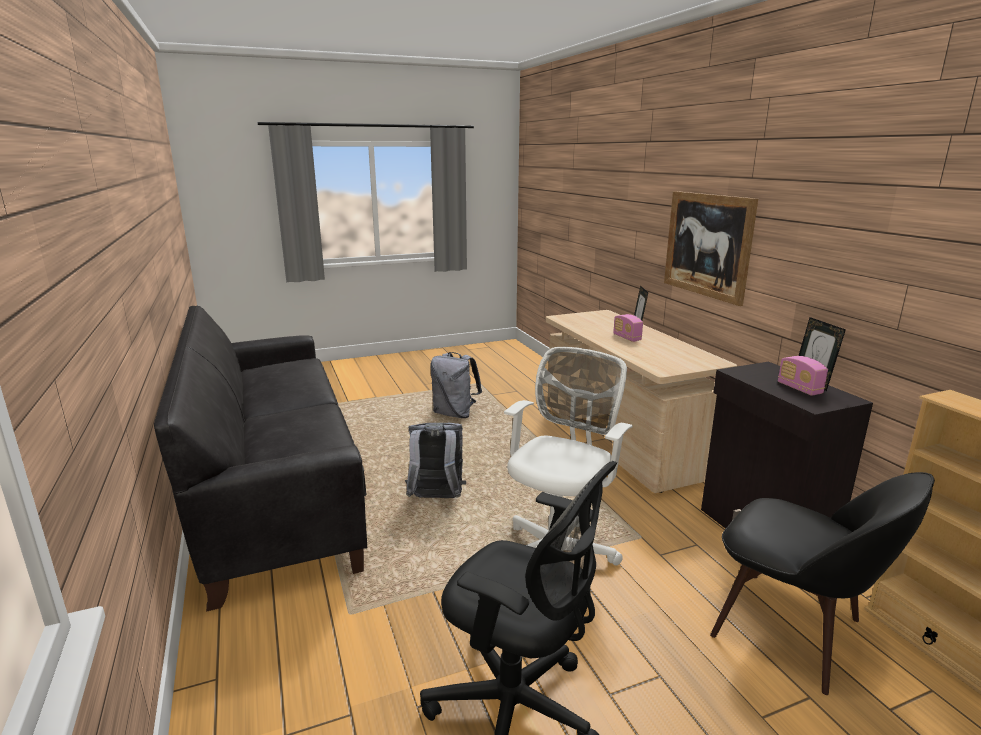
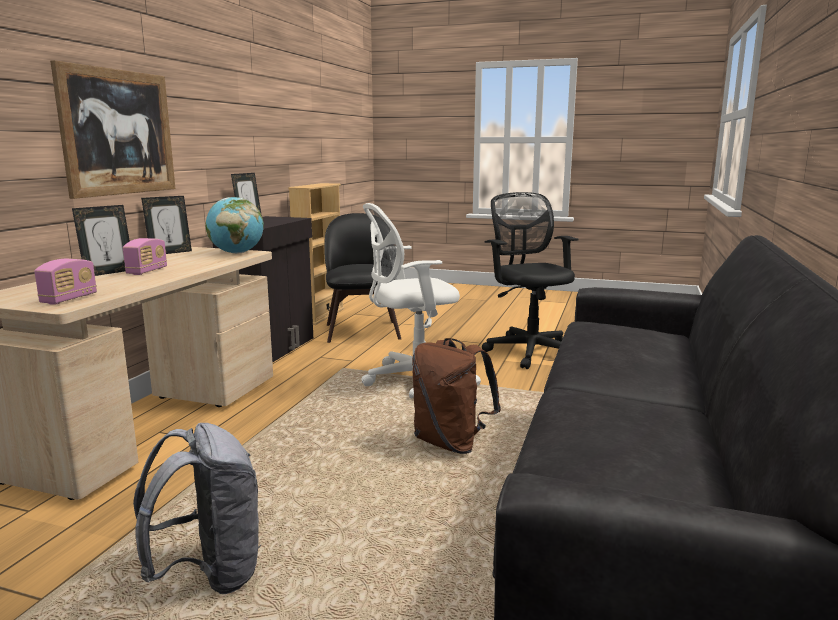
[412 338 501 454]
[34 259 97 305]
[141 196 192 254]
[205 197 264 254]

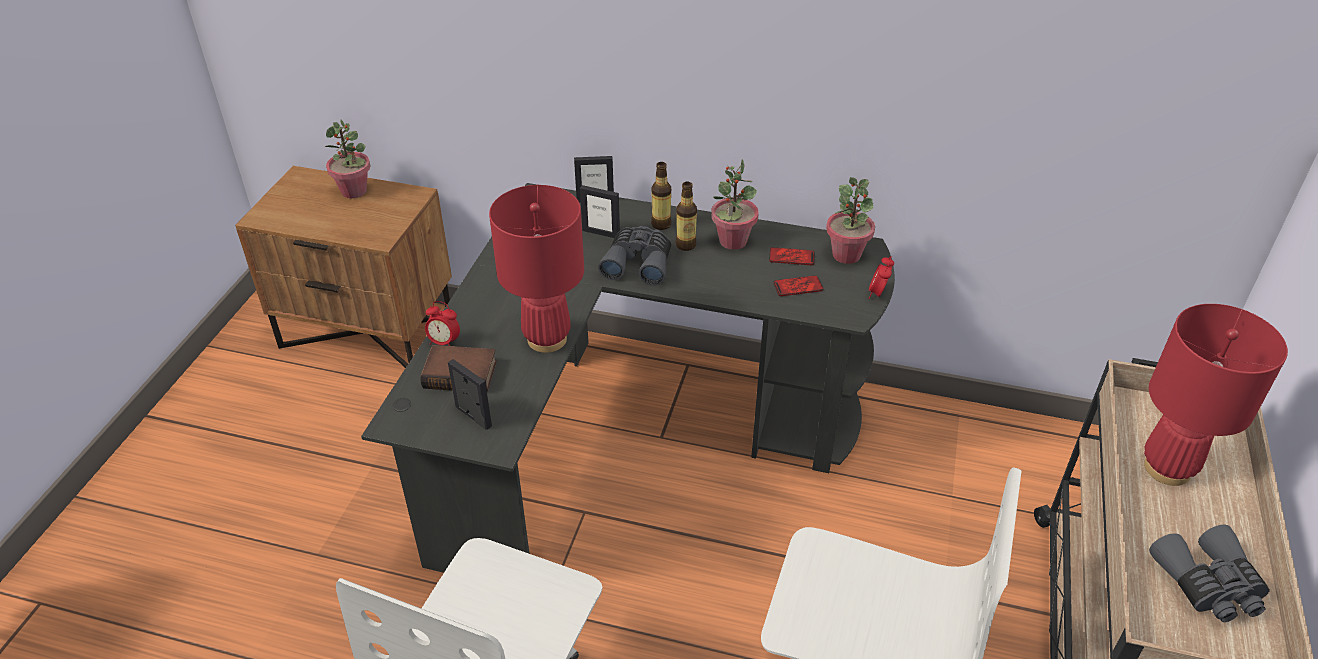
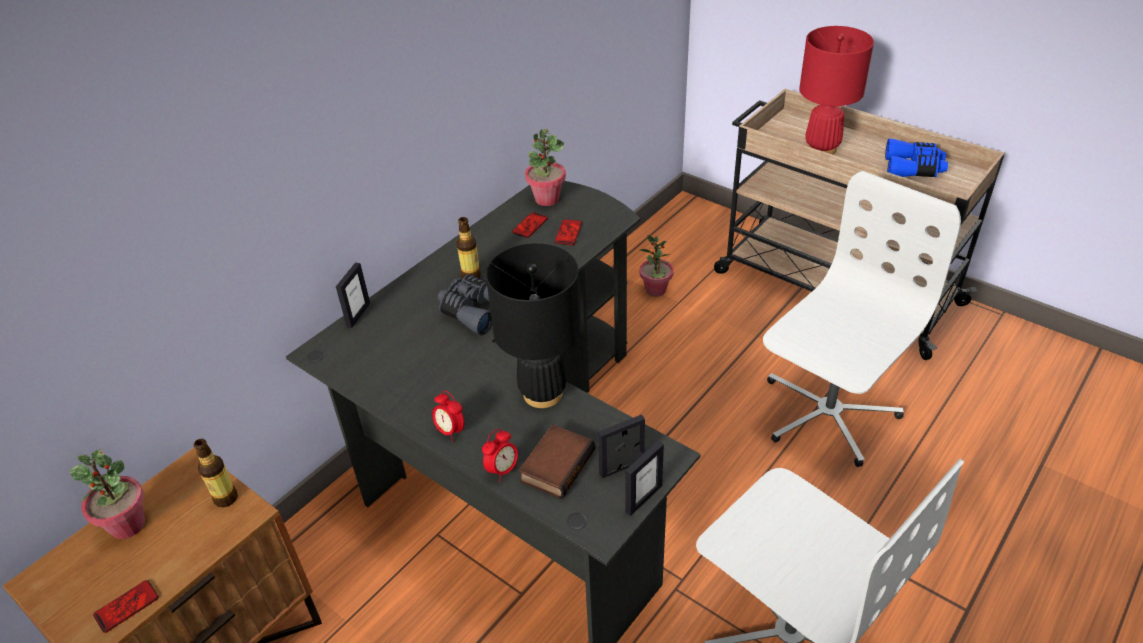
[486 243 581 408]
[625 441 664 516]
[193 439 238 507]
[639 235 674 297]
[432 391 464 441]
[885 139 948 177]
[93 580 159 633]

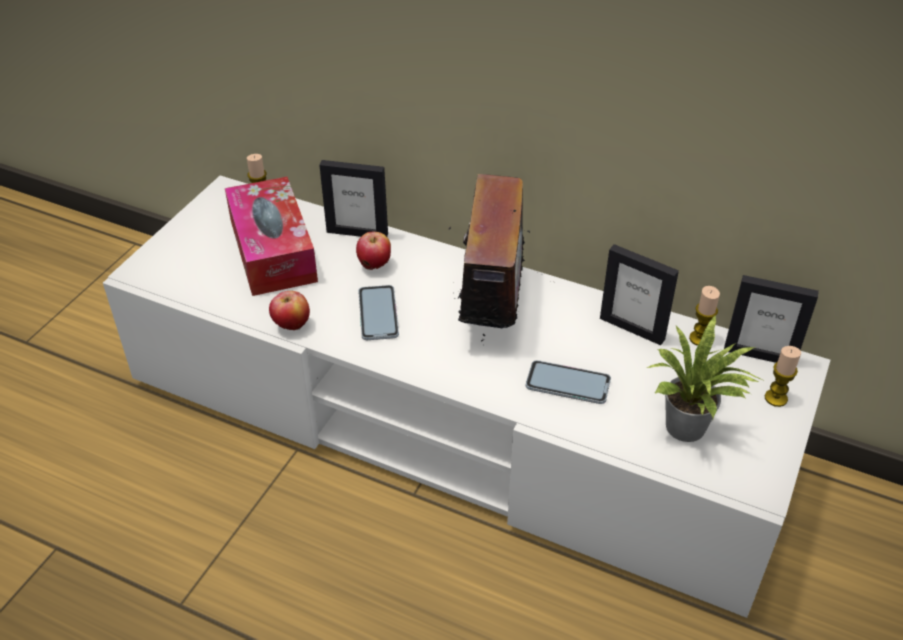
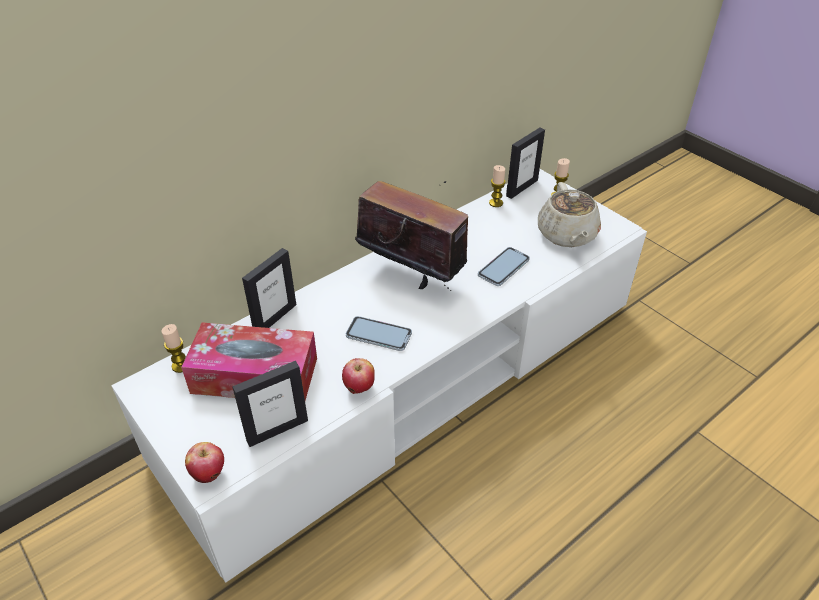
[185 442 224 483]
[232 361 308 447]
[538 182 601 247]

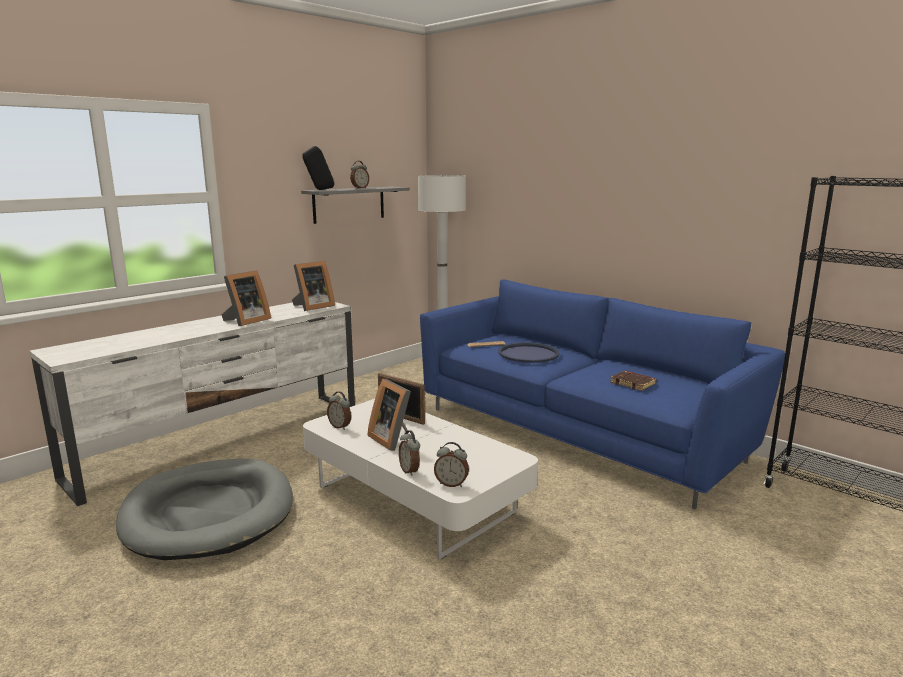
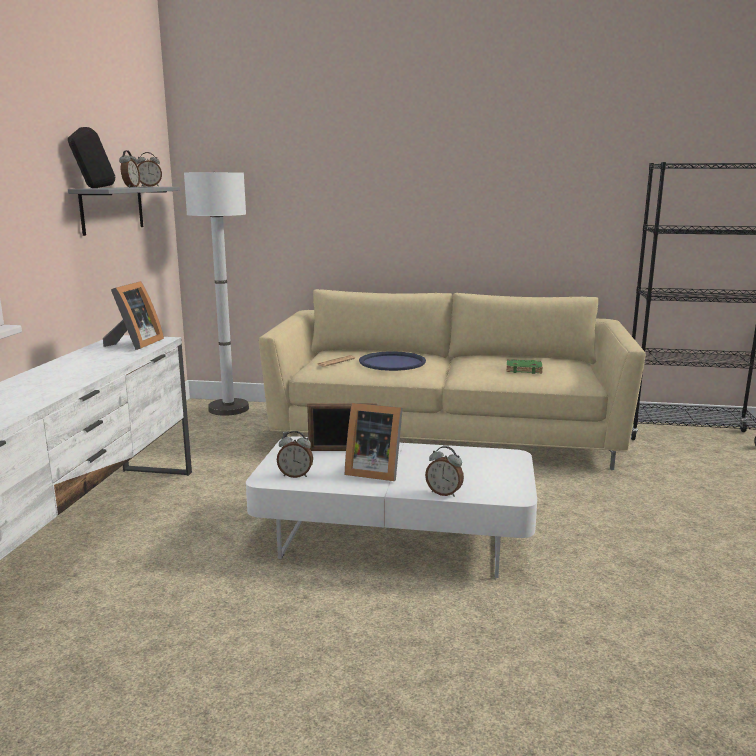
[116 459 293 560] (first image)
[221 270 271 326] (first image)
[259 289 645 470]
[137 152 162 187]
[506 359 543 374]

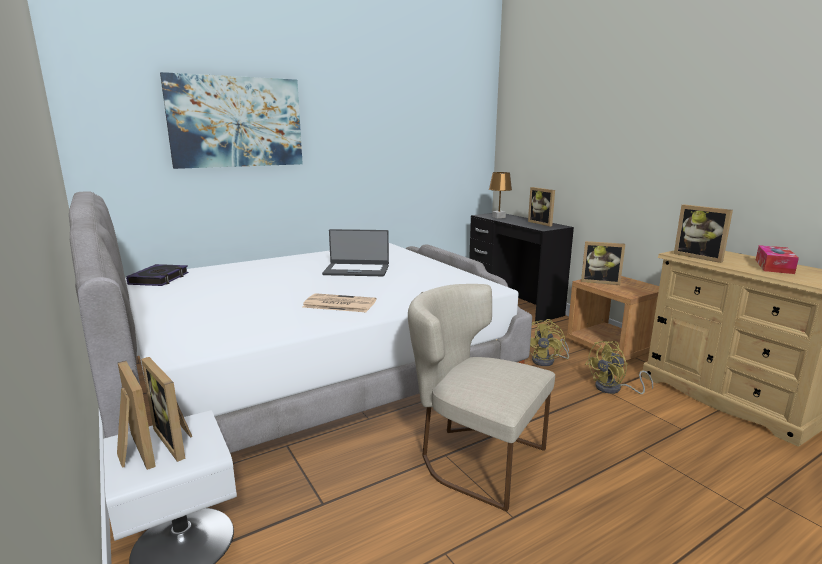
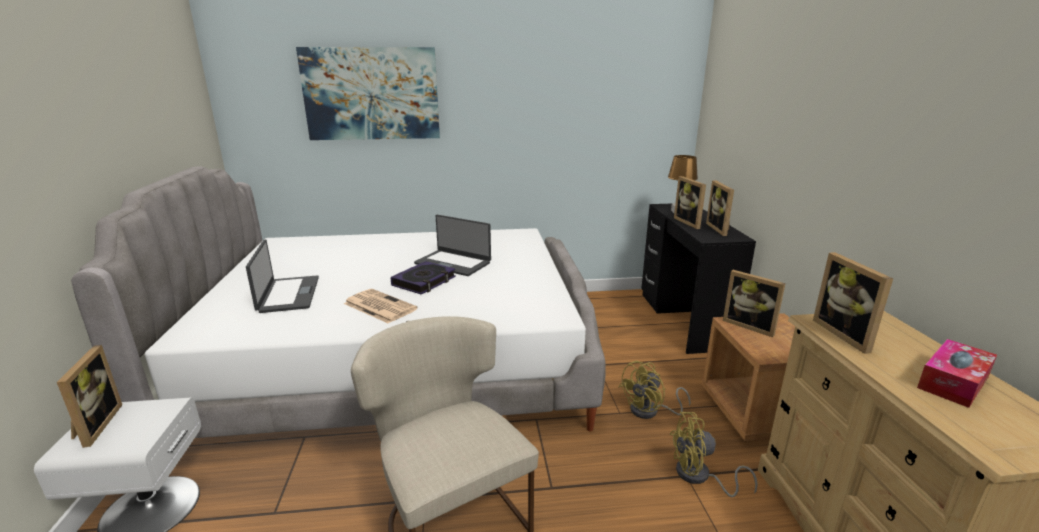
[391 261 456 295]
[674 176 706 229]
[246 240 319 313]

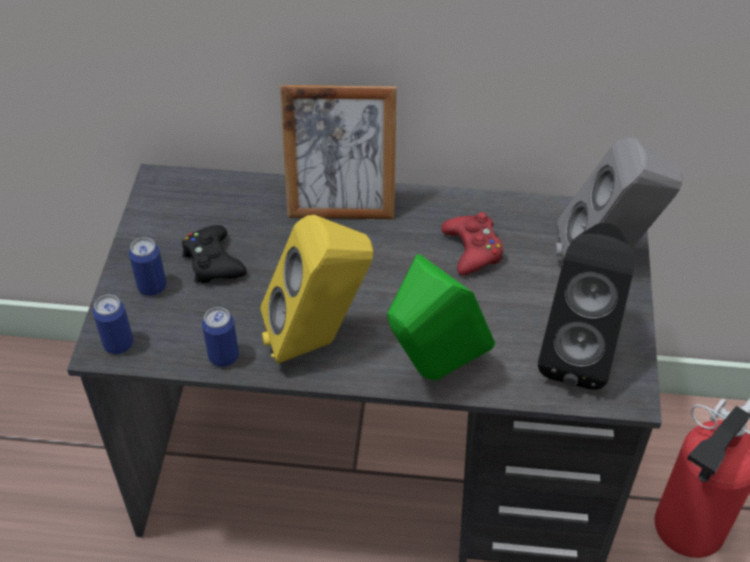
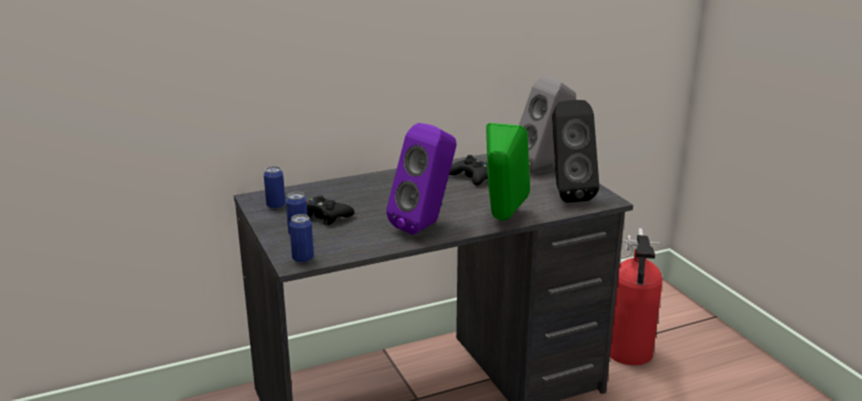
[264 166 286 209]
[386 123 457 235]
[280 85 397 219] (first image)
[449 155 488 186]

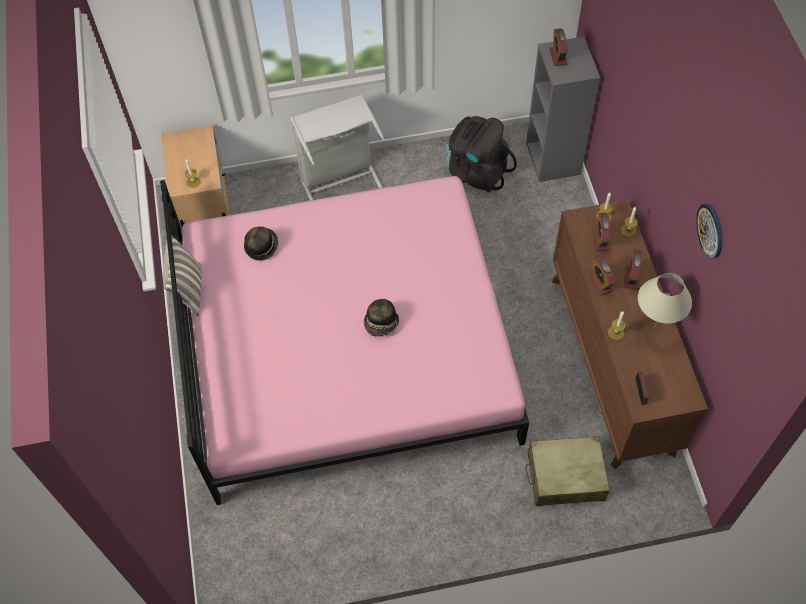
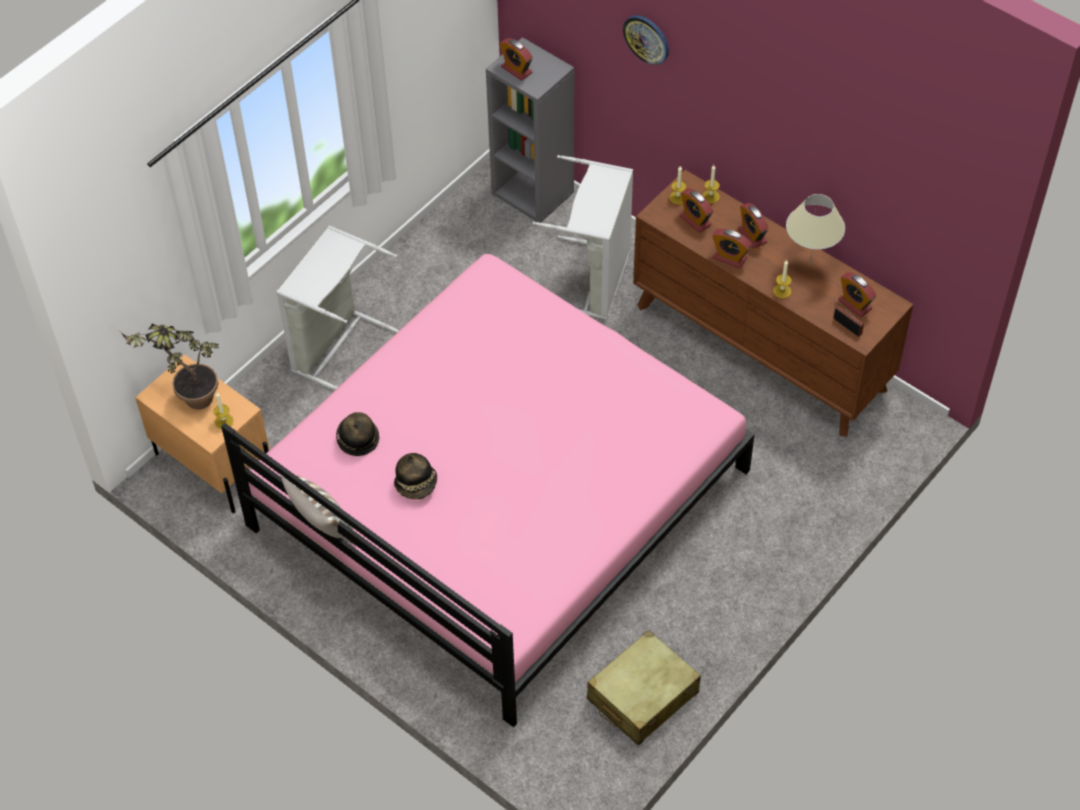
[394 453 437 500]
[445 116 517 192] (first image)
[587 630 701 746]
[623 15 669 65]
[120 323 219 410]
[532 155 633 320]
[838 272 876 317]

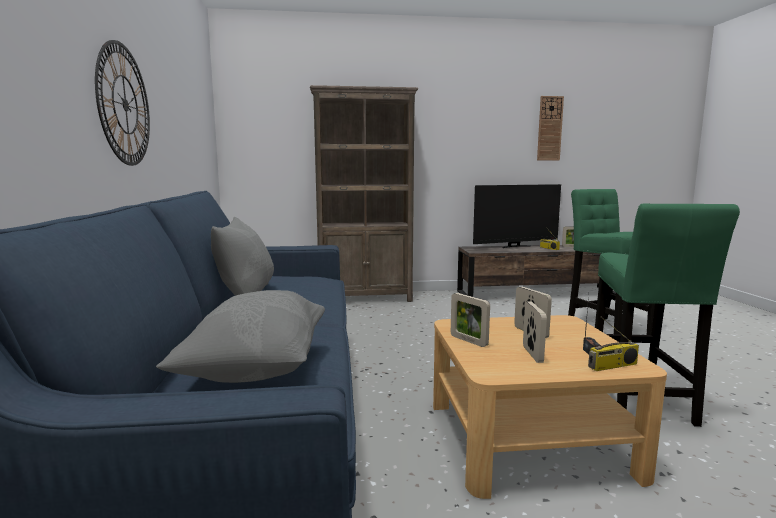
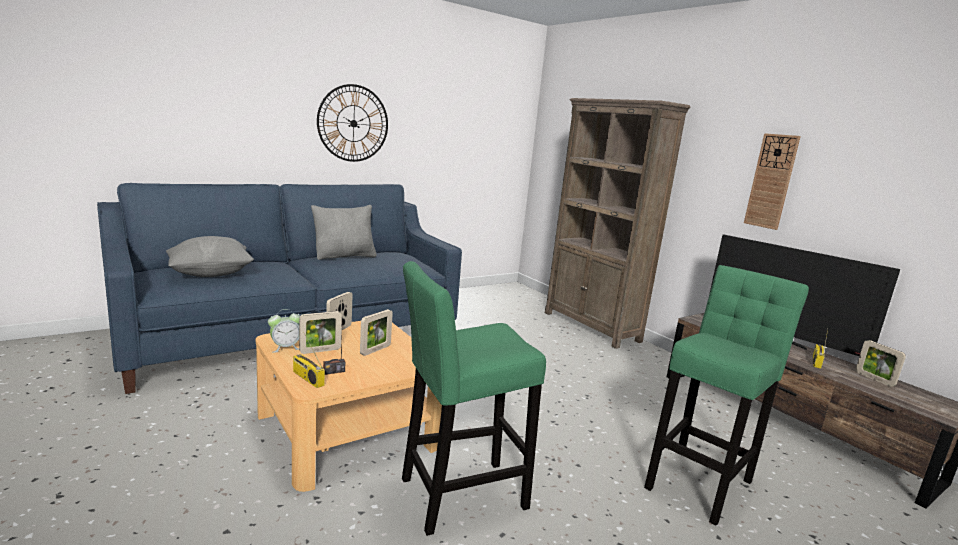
[744 133 801 230]
[268 309 300 353]

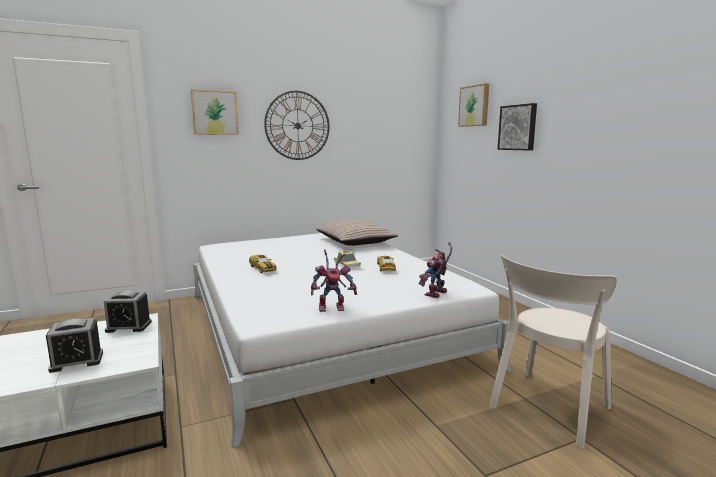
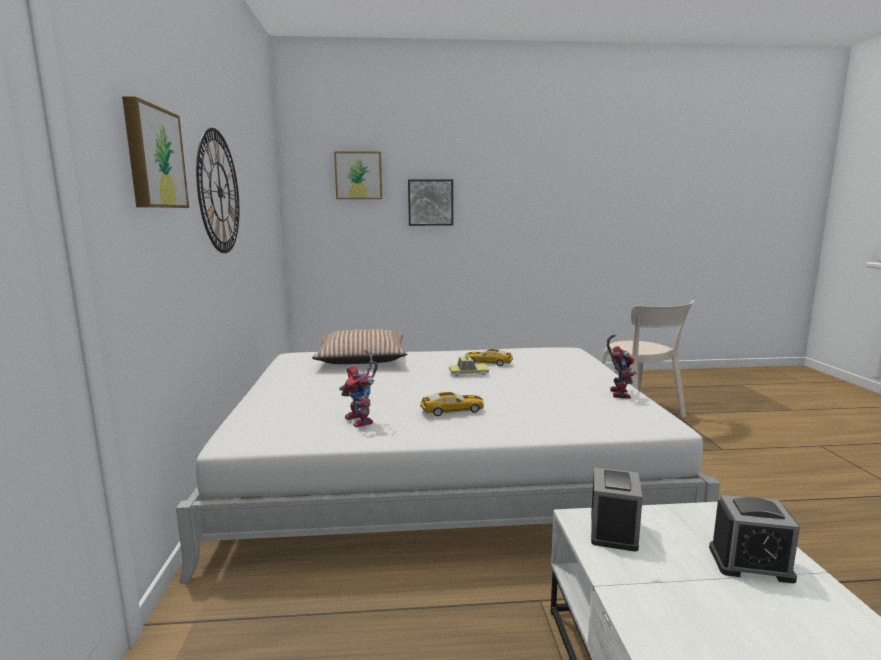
[709 495 800 584]
[339 350 378 428]

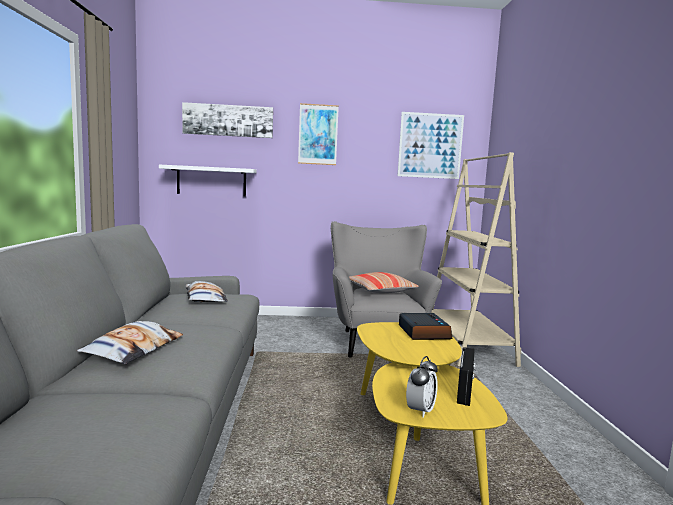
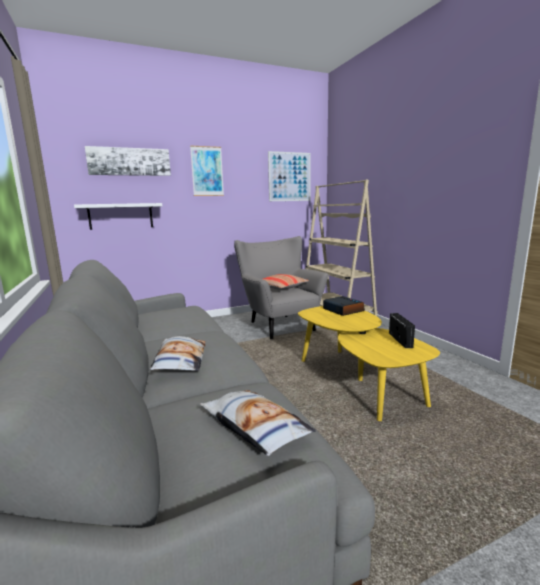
[200 390 316 456]
[406 356 438 418] (first image)

